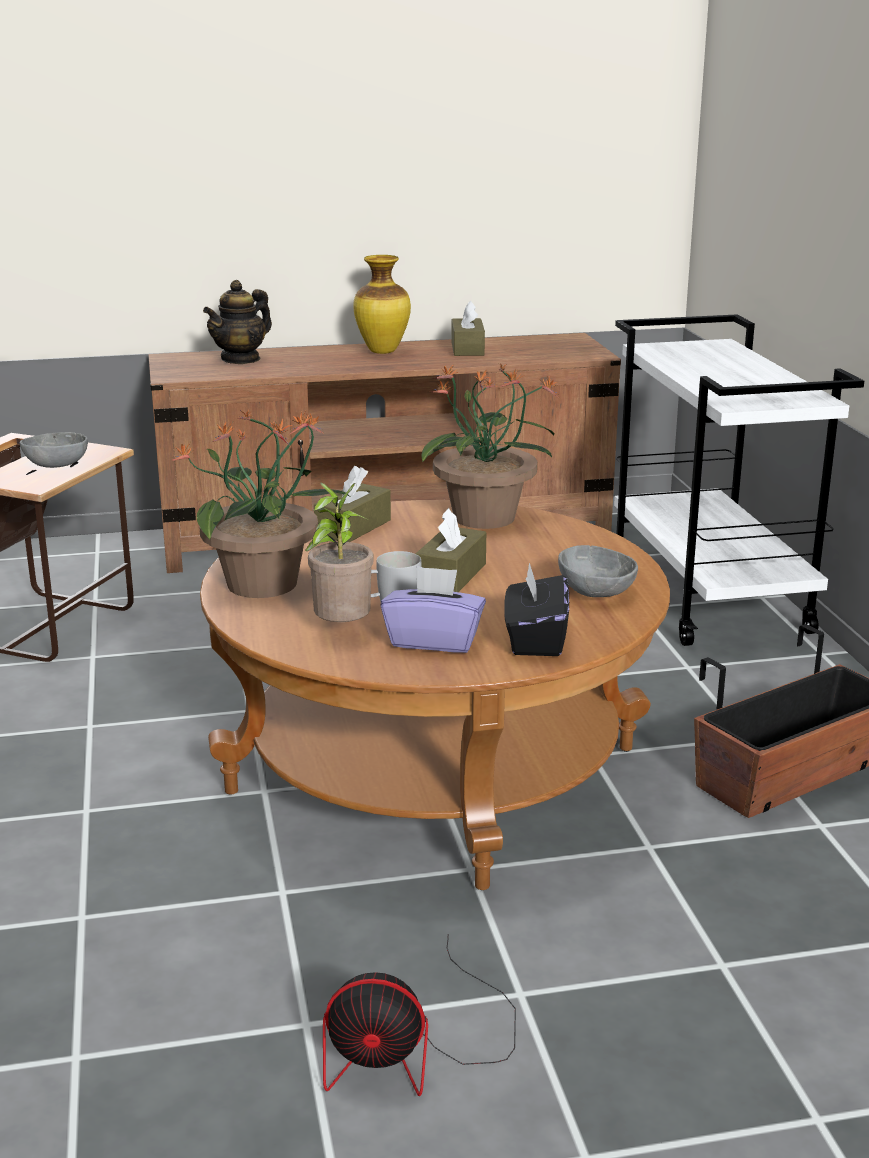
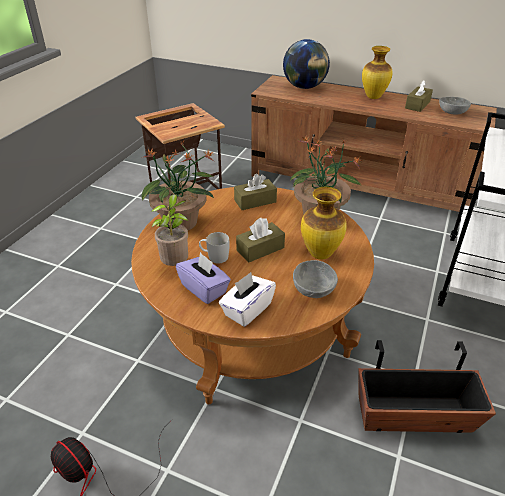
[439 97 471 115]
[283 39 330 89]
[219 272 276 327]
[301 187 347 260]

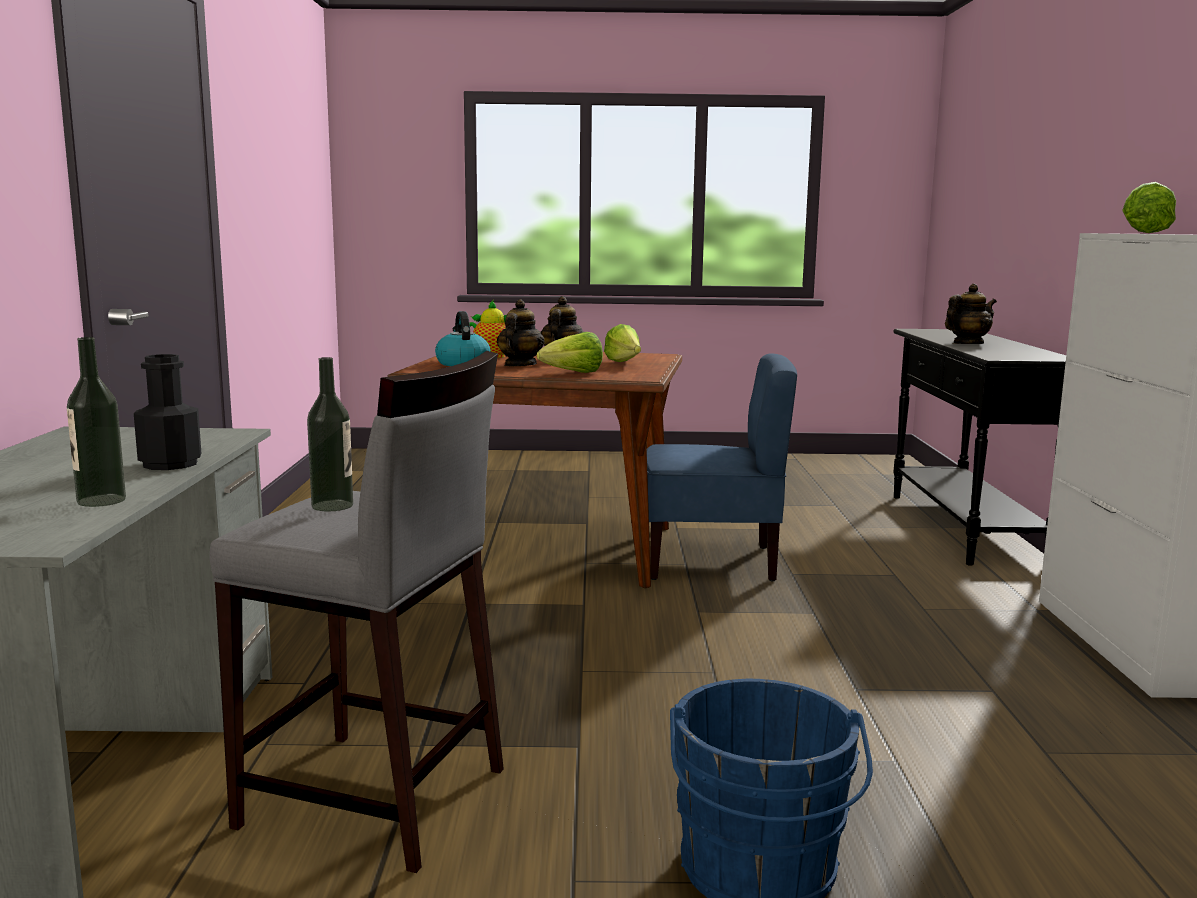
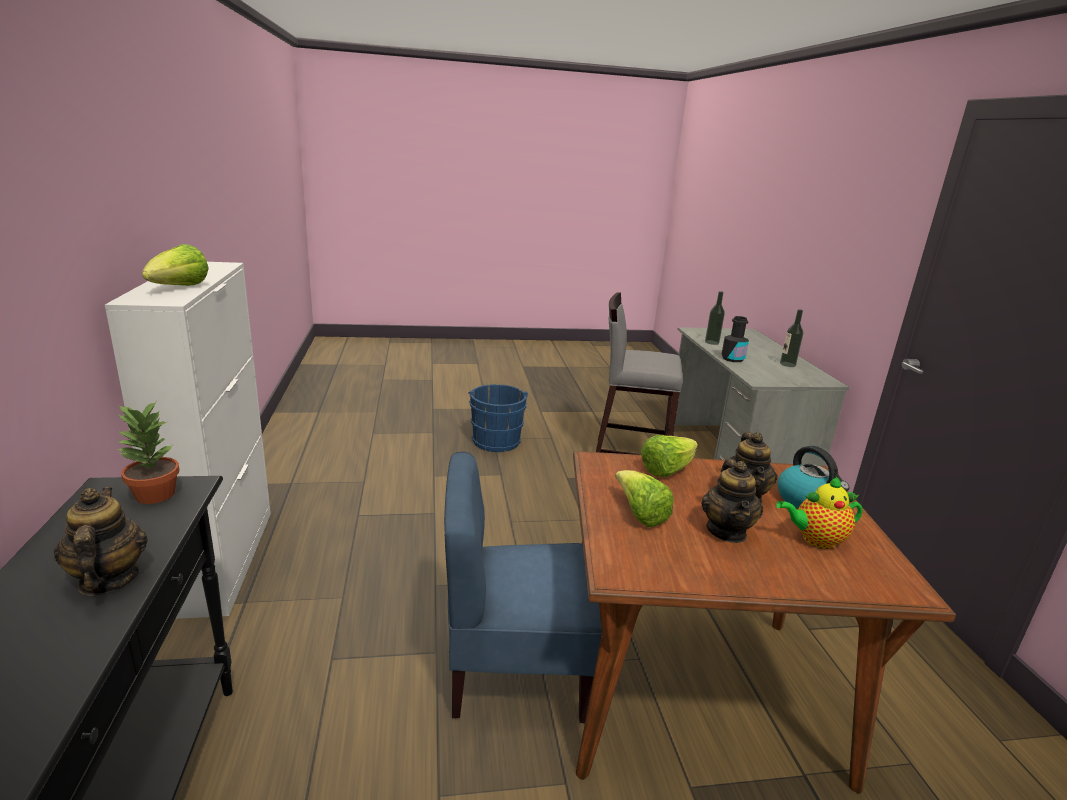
[780 309 803 367]
[54 487 148 596]
[117 401 179 504]

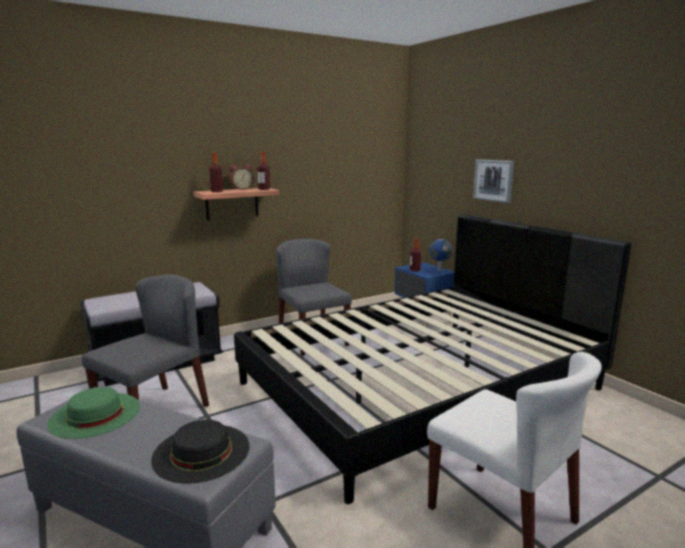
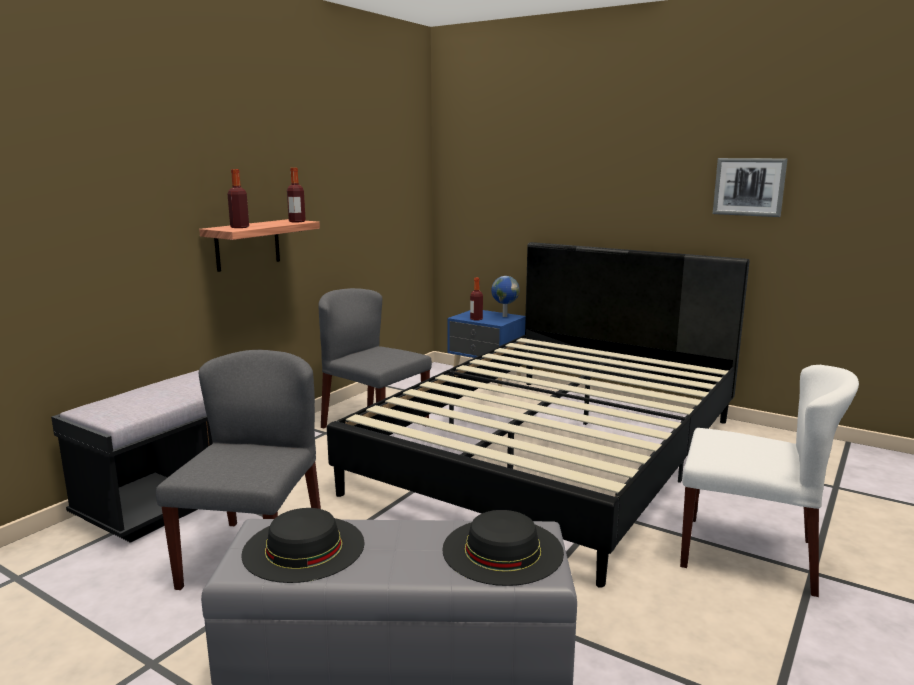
[241 508 365 583]
[229 164 254 190] (first image)
[713 158 788 217]

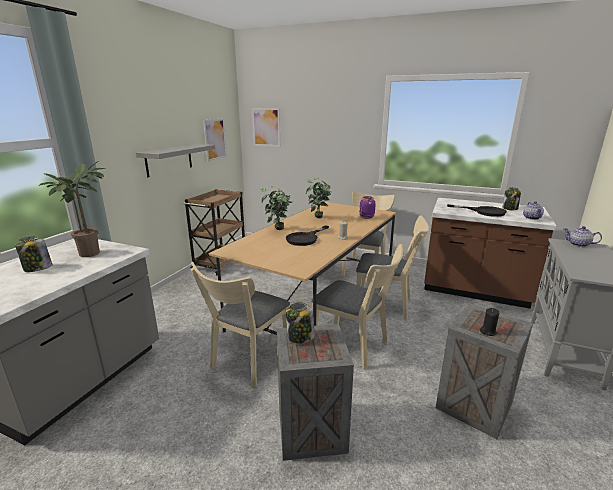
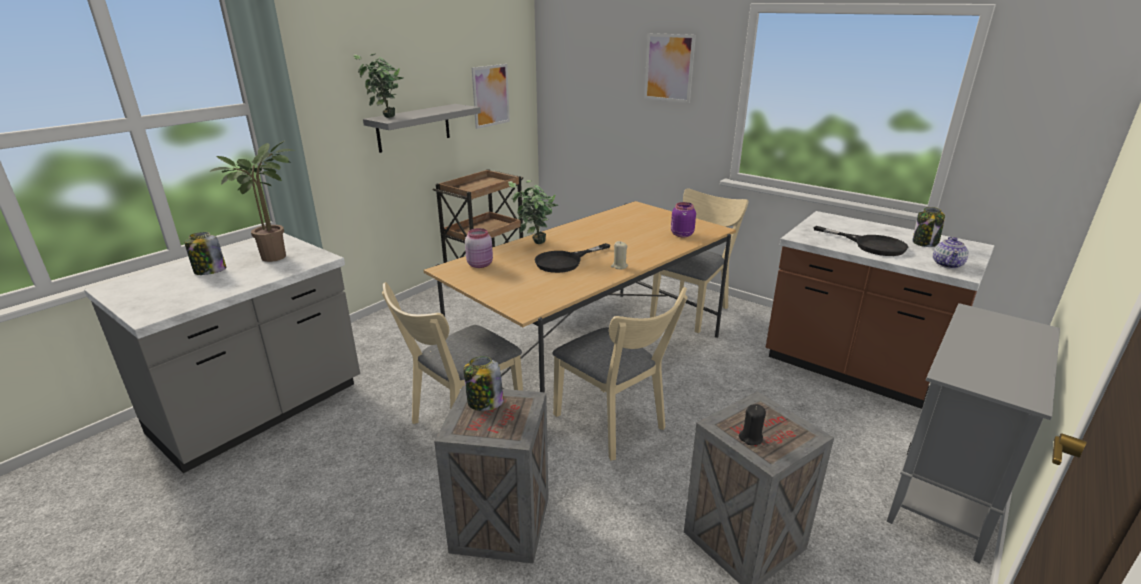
[644 33 696 103]
[353 54 403 118]
[356 215 429 320] (first image)
[563 226 602 247] (first image)
[465 228 493 268]

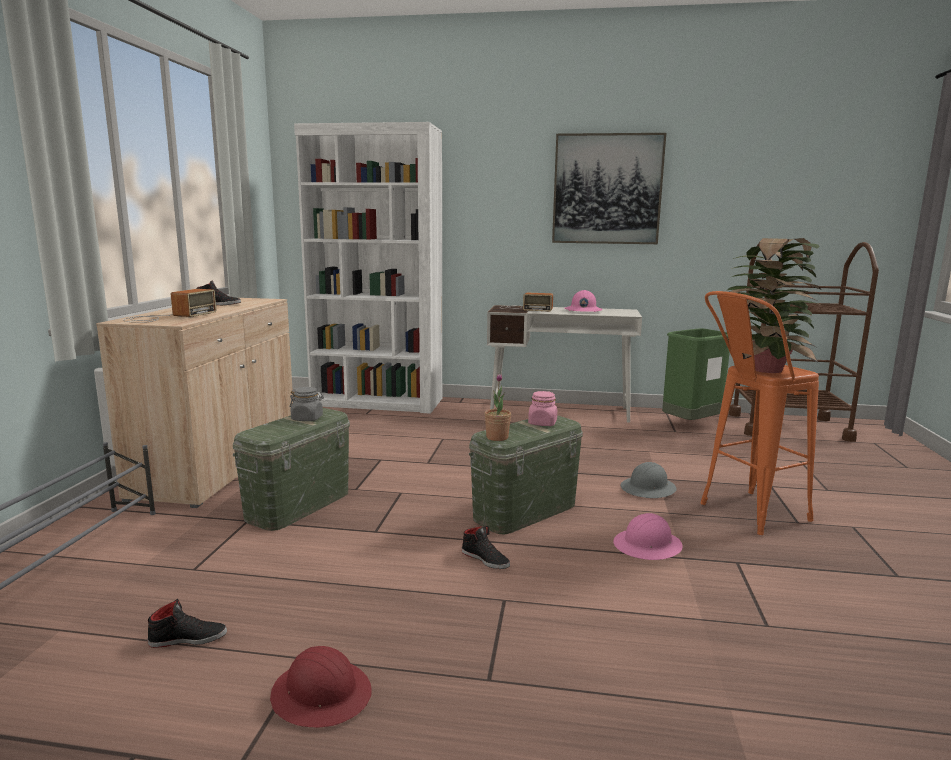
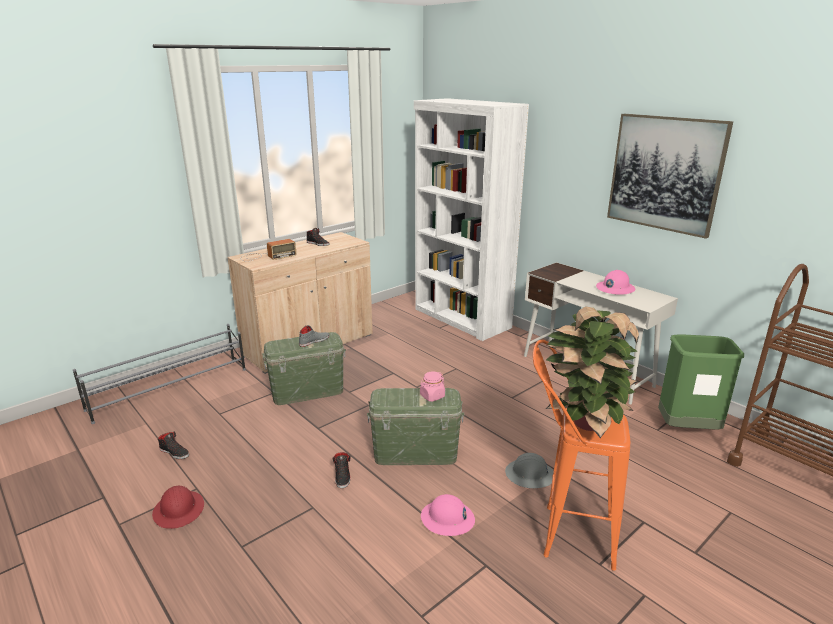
[299 325 330 347]
[485 373 511 441] (first image)
[501 293 553 312] (first image)

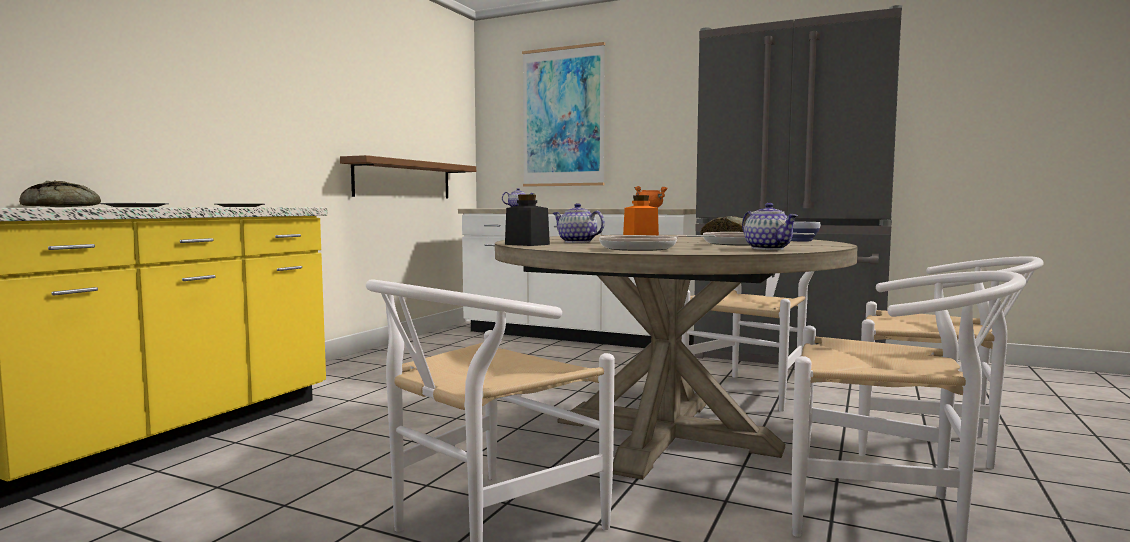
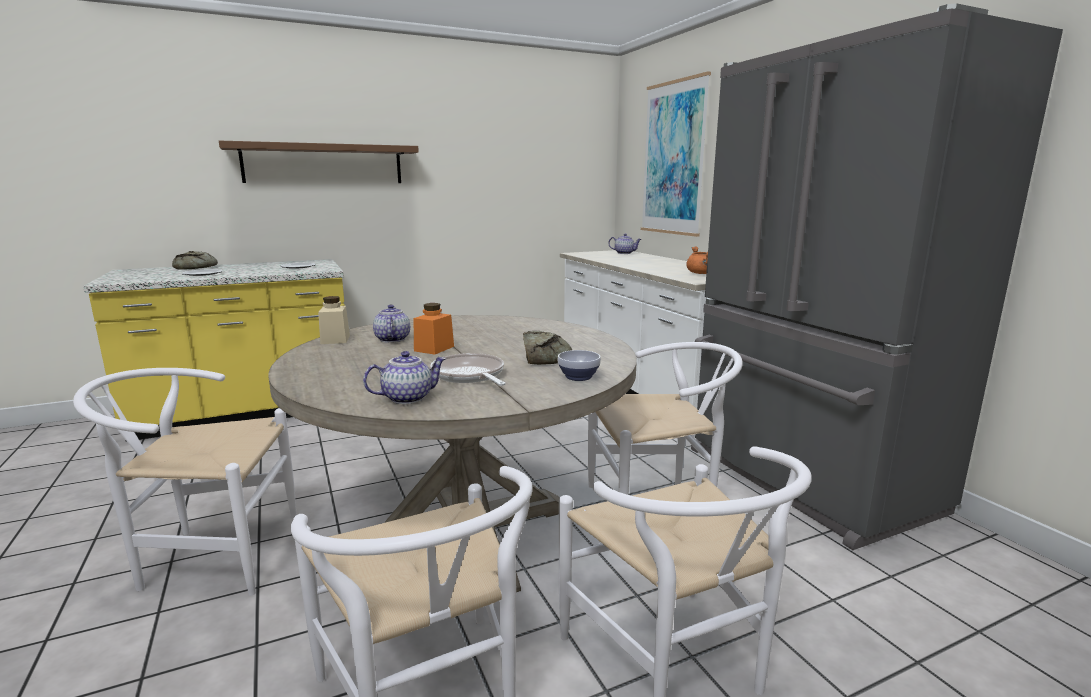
[219 141 419 183]
[318 296 350 344]
[599 235 715 251] (first image)
[363 351 446 404]

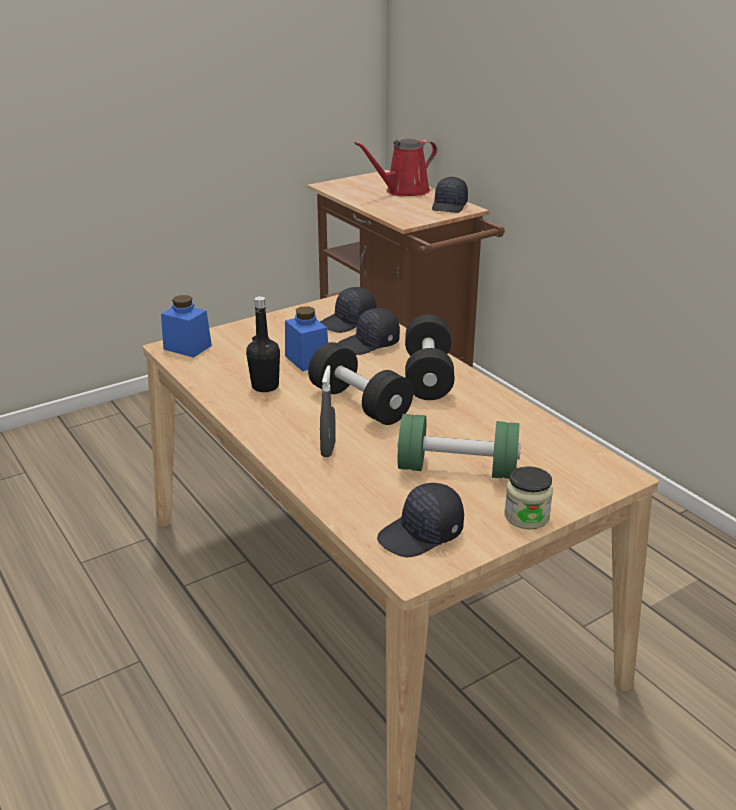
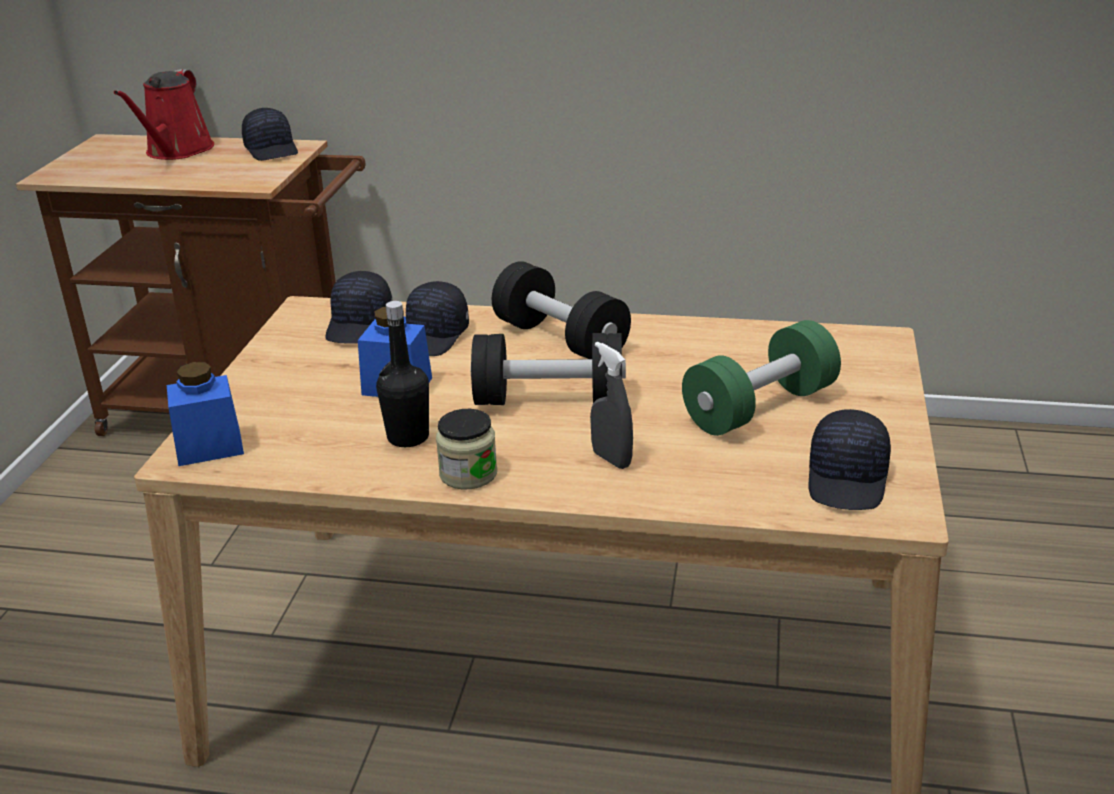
[436 409 497 490]

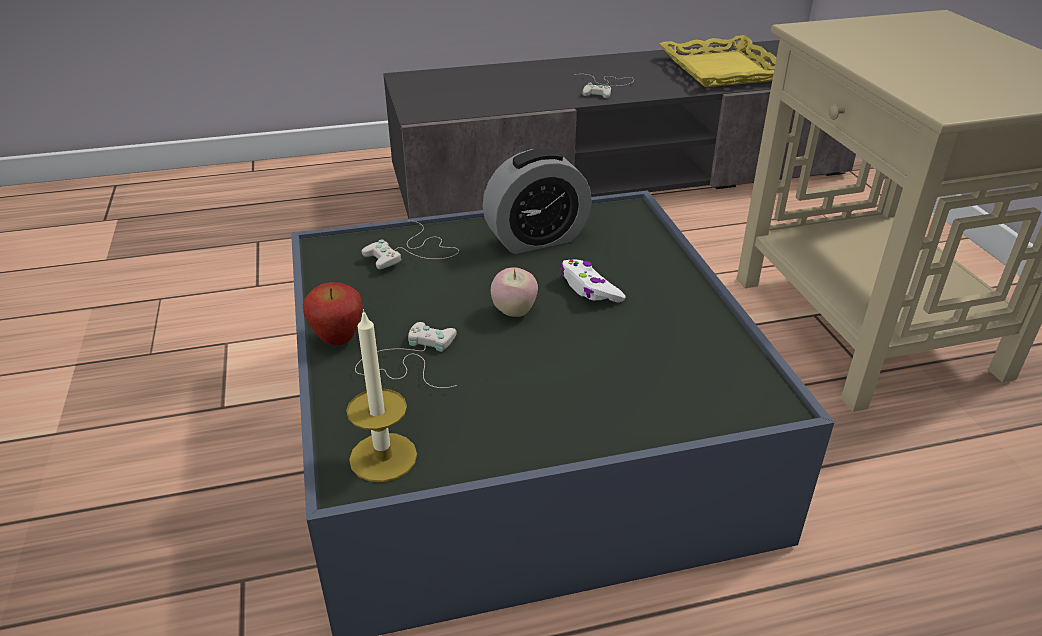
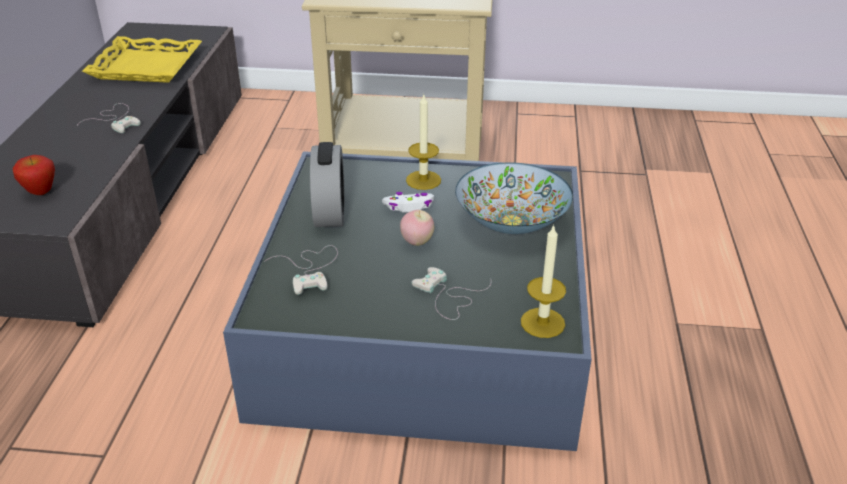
[13 155 55 195]
[406 95 441 190]
[455 162 573 234]

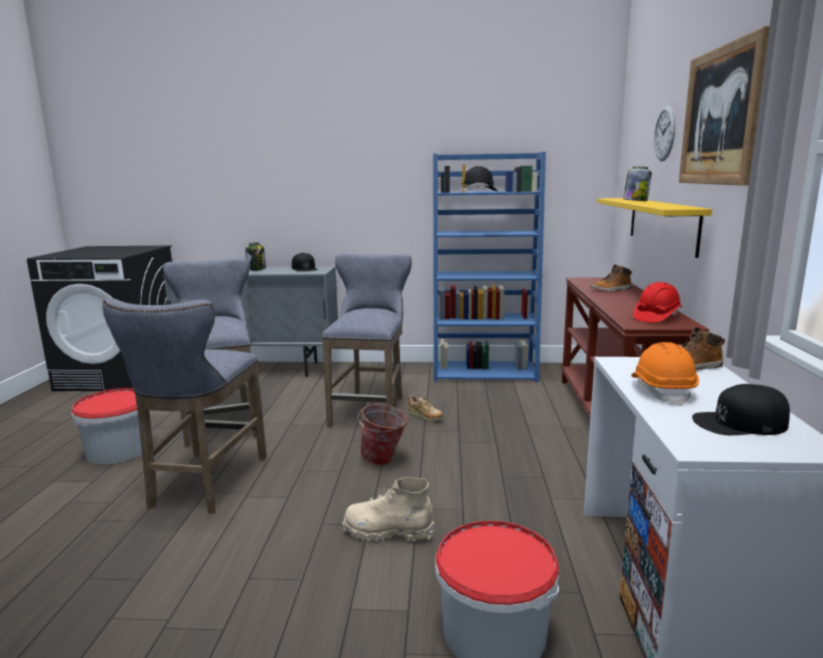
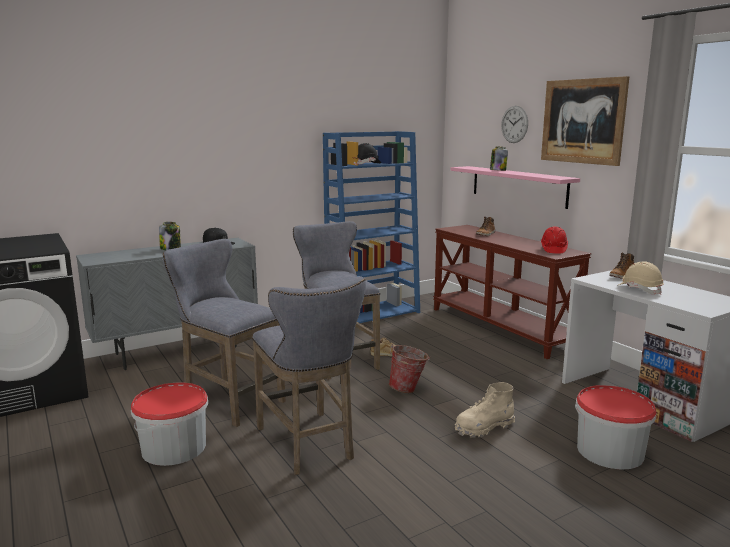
[451 166 580 209]
[617 261 664 295]
[692 384 790 435] (first image)

